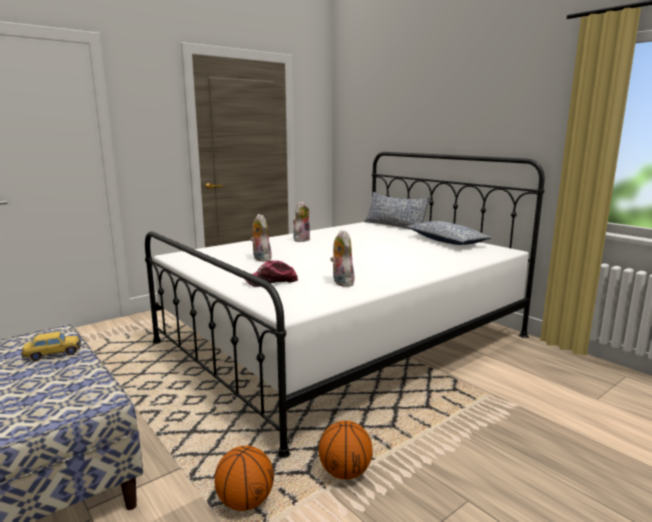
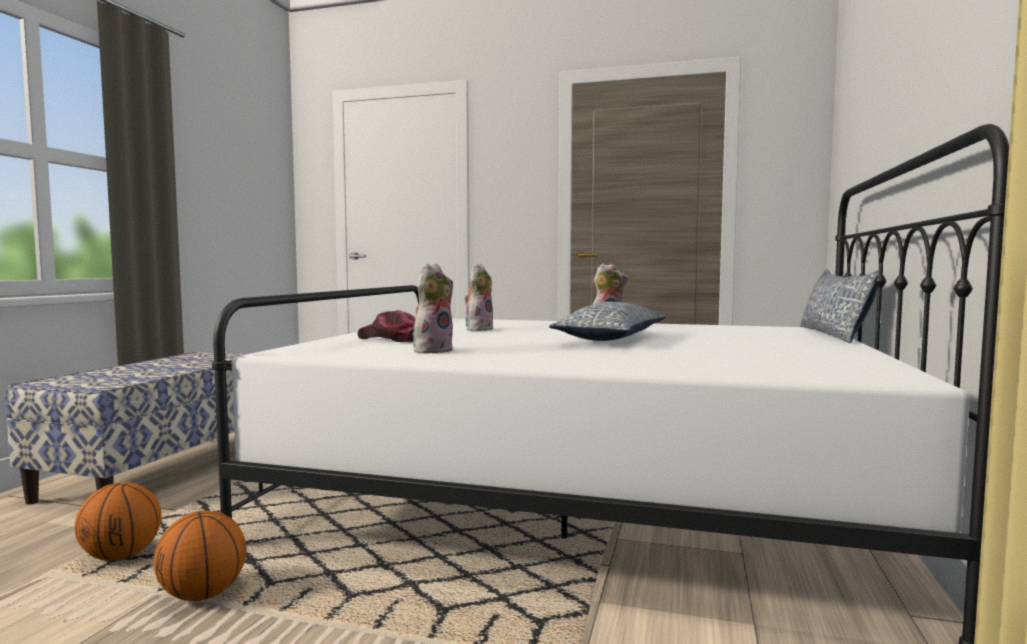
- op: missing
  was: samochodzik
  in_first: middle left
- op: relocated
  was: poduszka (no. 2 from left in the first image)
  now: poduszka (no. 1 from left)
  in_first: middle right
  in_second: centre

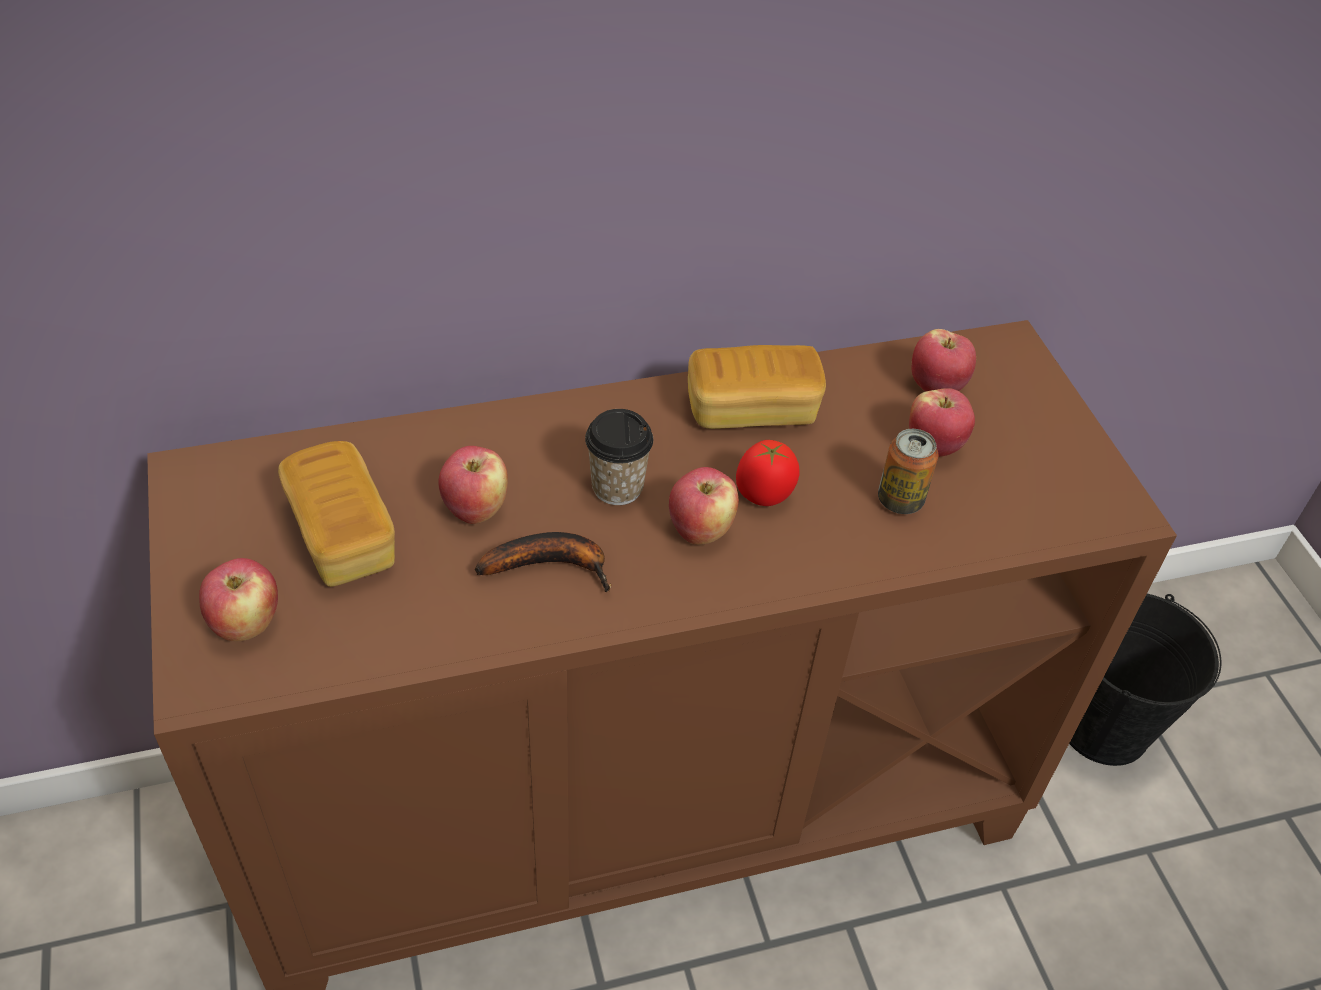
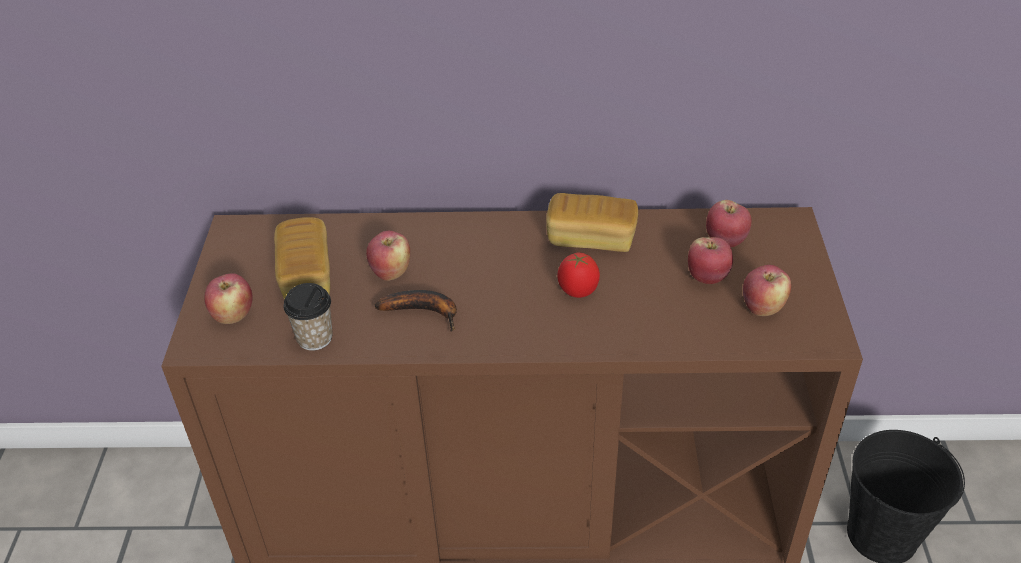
- op: missing
  was: puszka
  in_first: middle right
- op: relocated
  was: filiżanka
  in_first: centre
  in_second: middle left
- op: relocated
  was: jabłko (no. 3 from left in the first image)
  now: jabłko (no. 5 from left)
  in_first: centre
  in_second: middle right

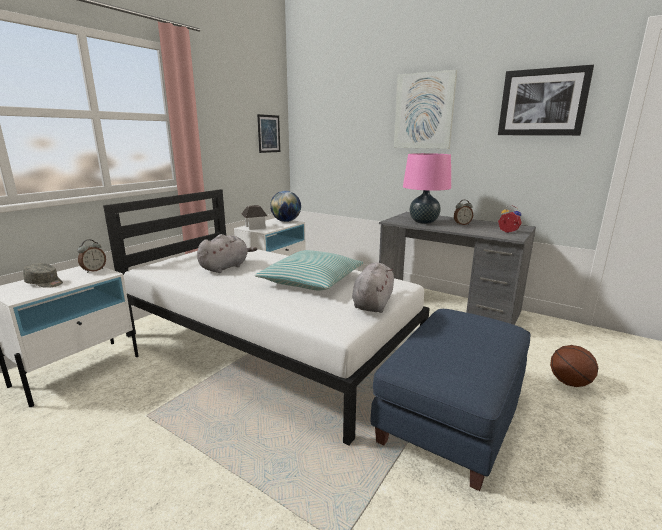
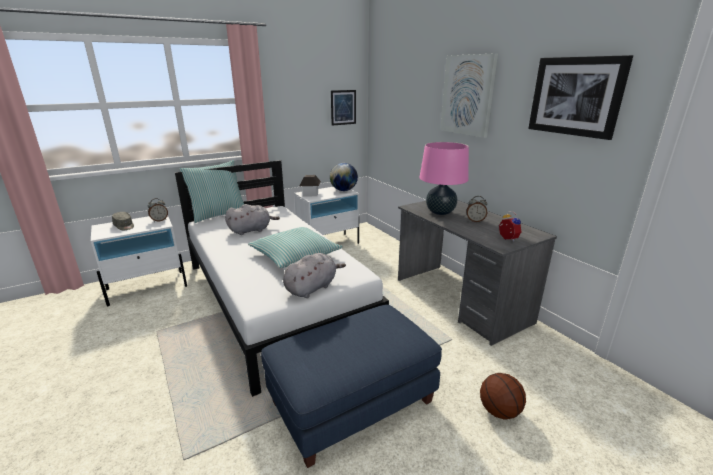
- op: appeared
  now: poduszka (no. 1 from left)
  in_second: middle left

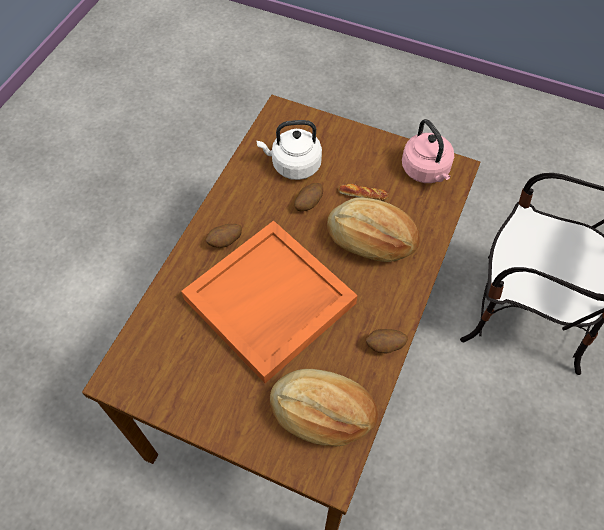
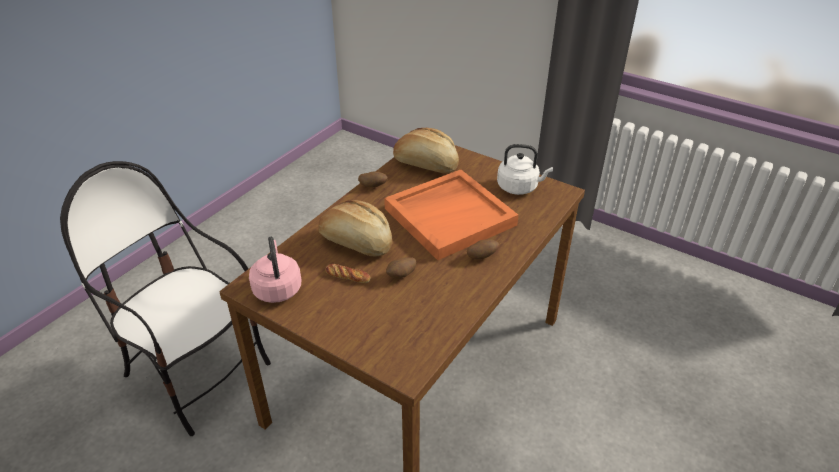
- op: relocated
  was: czajnik (biały)
  in_first: top centre
  in_second: centre

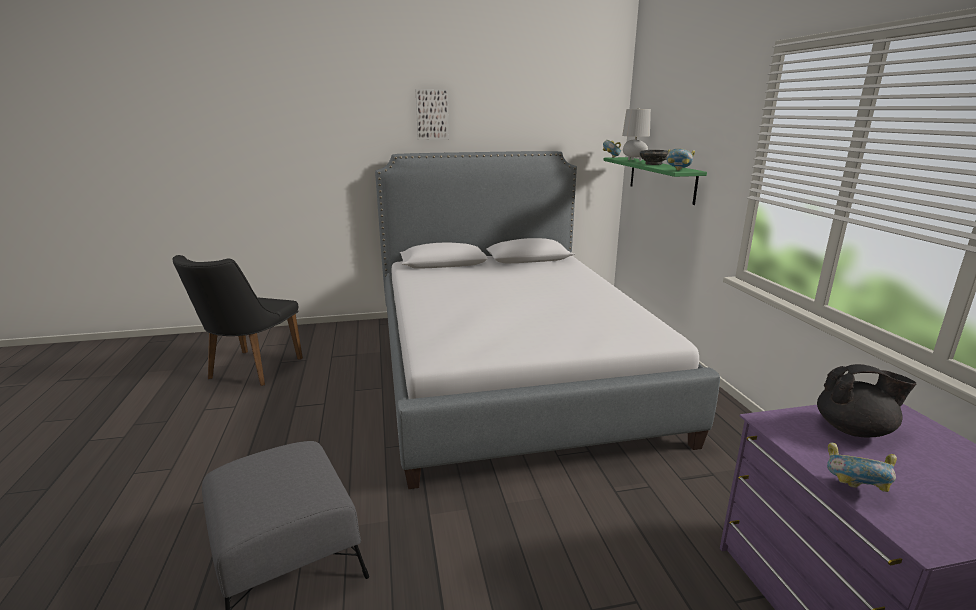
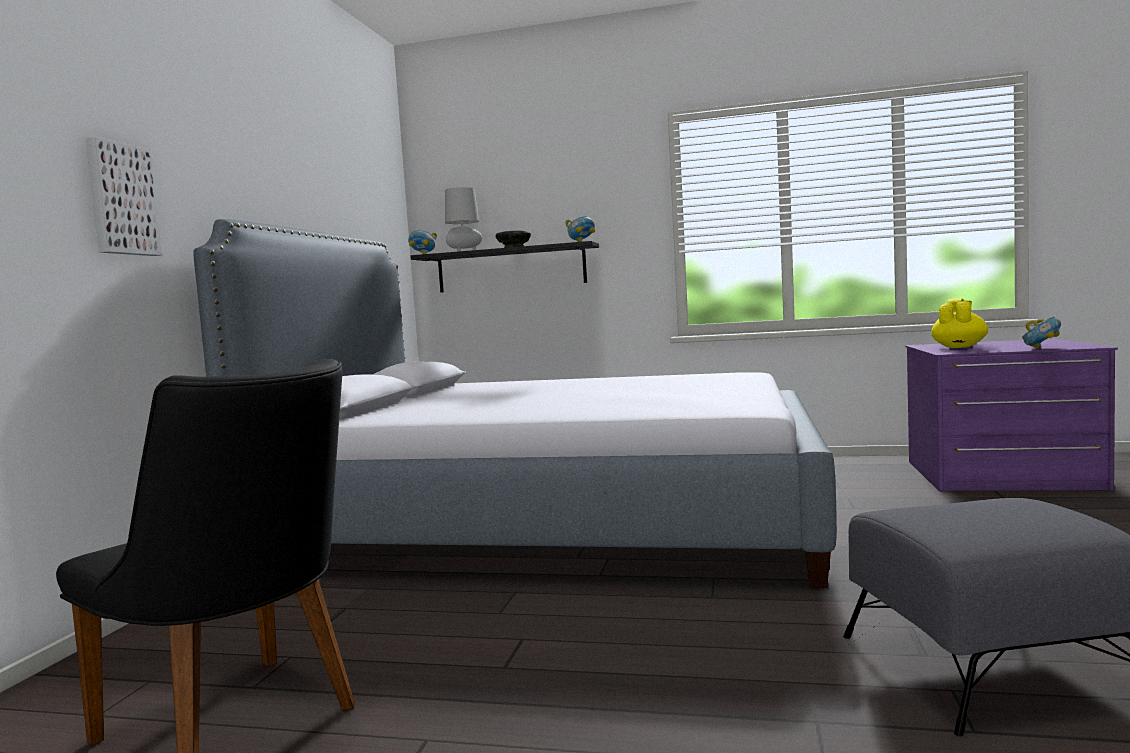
- op: relocated
  was: obraz
  in_first: top centre
  in_second: top left
- op: colour
  was: półka (zielony)
  now: półka (czarny)
  in_first: top right
  in_second: centre
- op: colour
  was: imbryk (czarny)
  now: imbryk (żółty)
  in_first: middle right
  in_second: middle right

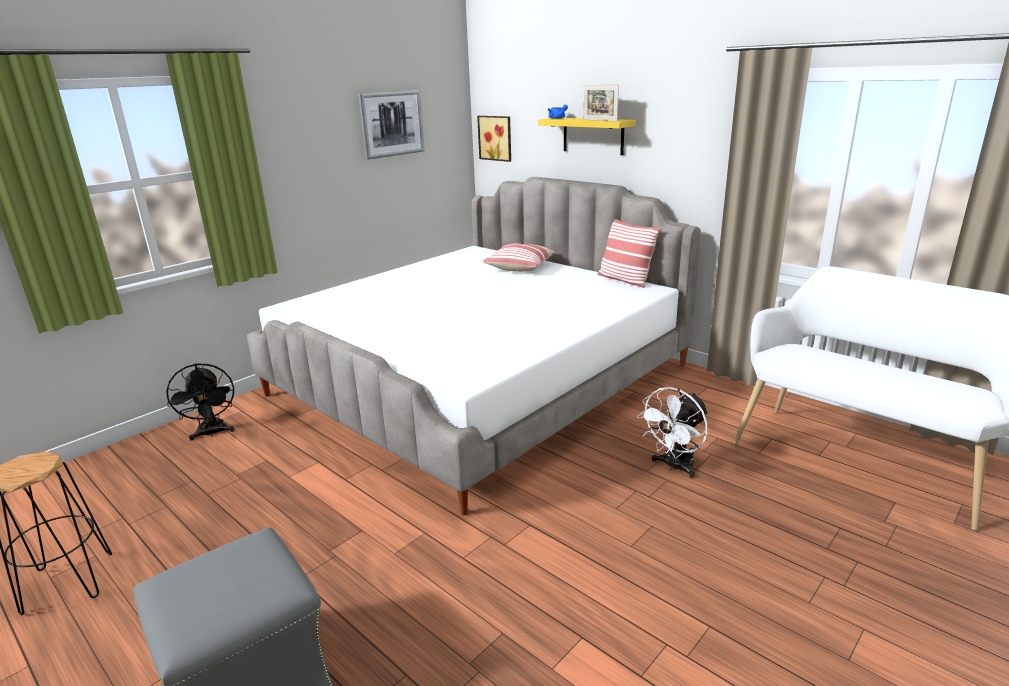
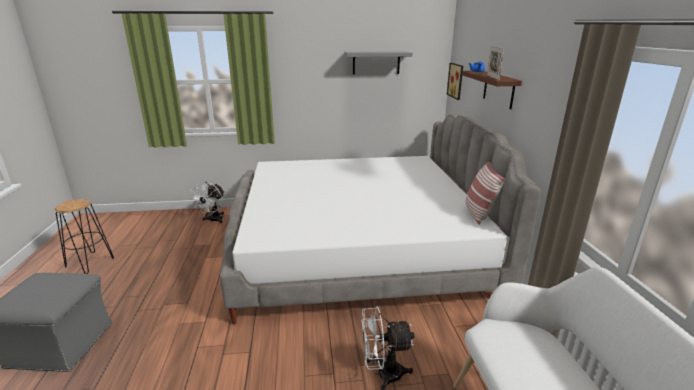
- op: missing
  was: poduszka (no. 1 from left)
  in_first: centre
- op: exchanged
  was: obraz (no. 1 from left)
  now: półka (szary)
  in_first: top centre
  in_second: top centre
- op: colour
  was: wentylator (czarny)
  now: wentylator (biały) (no. 1 from left)
  in_first: middle left
  in_second: middle left
- op: colour
  was: półka (żółty)
  now: półka (brązowy)
  in_first: top centre
  in_second: top right

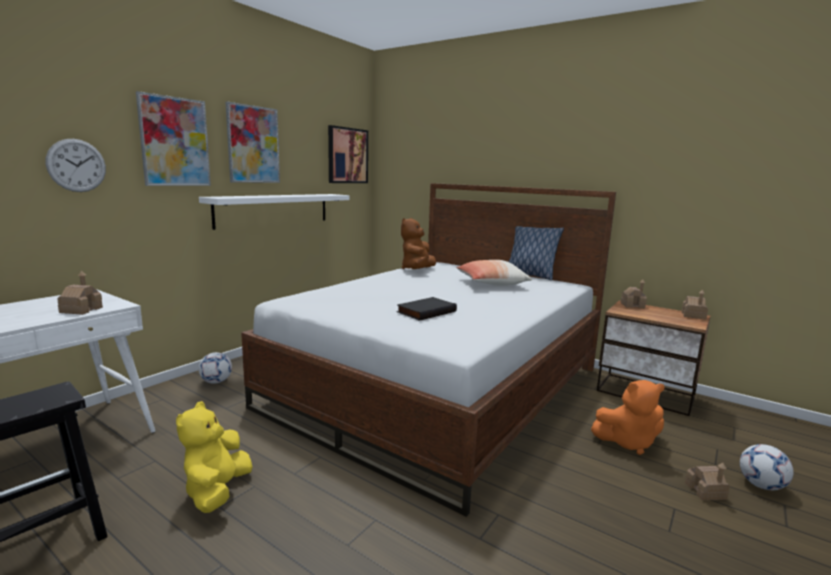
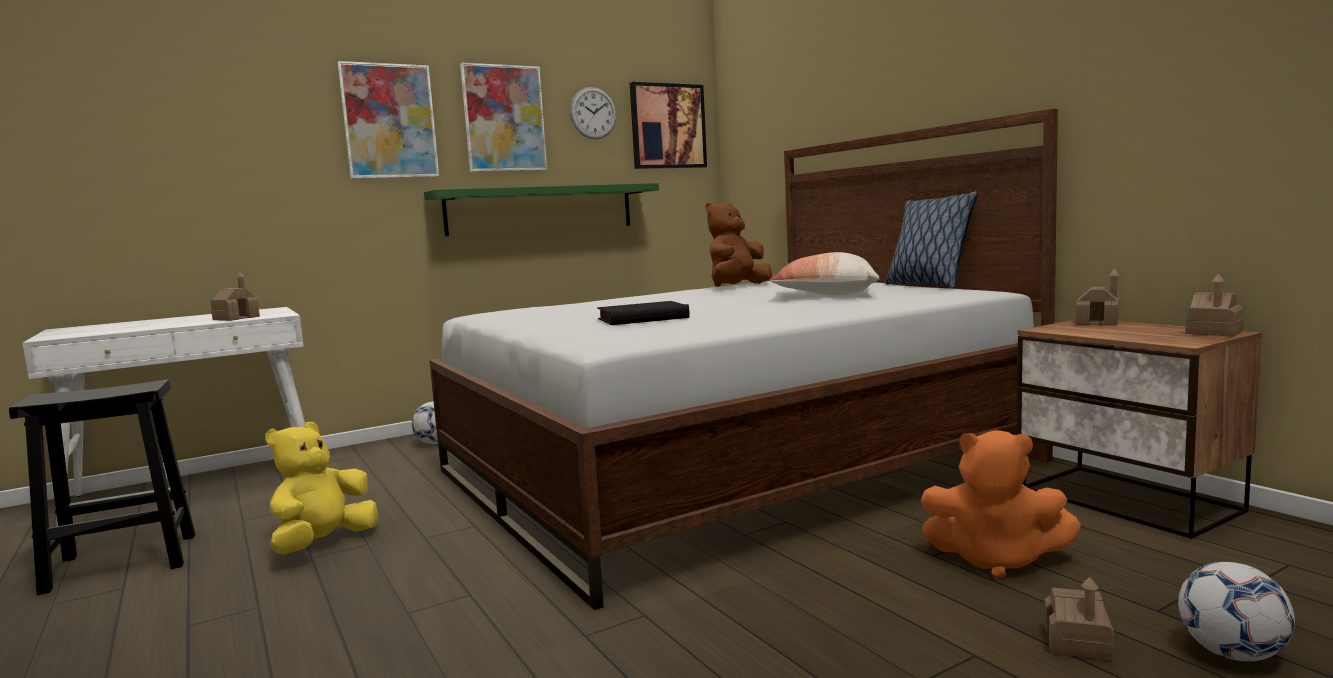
- op: relocated
  was: zegar ścienny
  in_first: top left
  in_second: top centre
- op: colour
  was: półka (biały)
  now: półka (zielony)
  in_first: middle left
  in_second: top centre

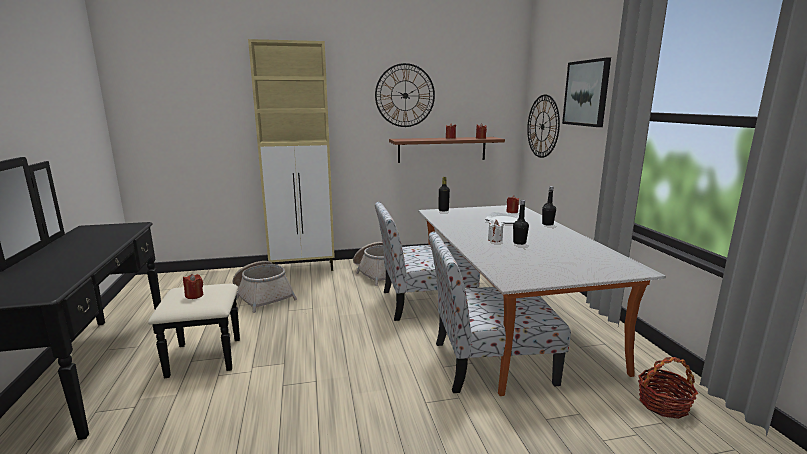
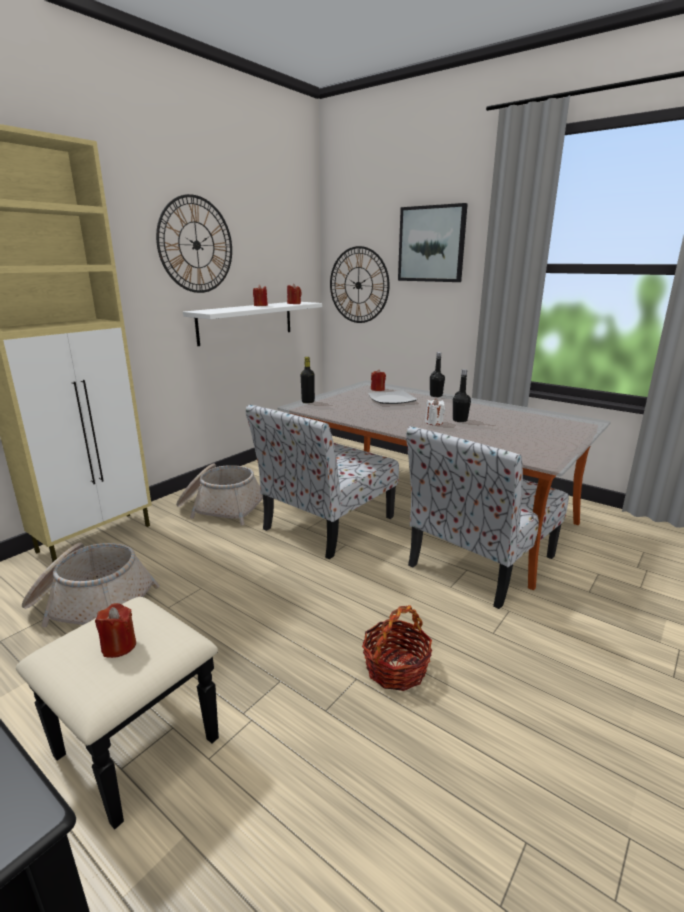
- op: relocated
  was: koszyk (no. 3 from left)
  in_first: bottom right
  in_second: bottom centre
- op: colour
  was: półka (brązowy)
  now: półka (biały)
  in_first: top centre
  in_second: centre

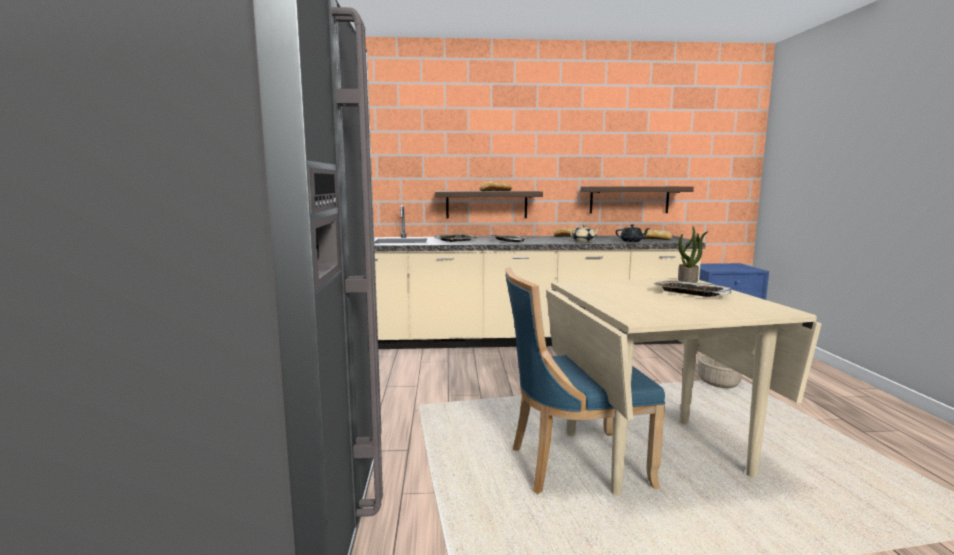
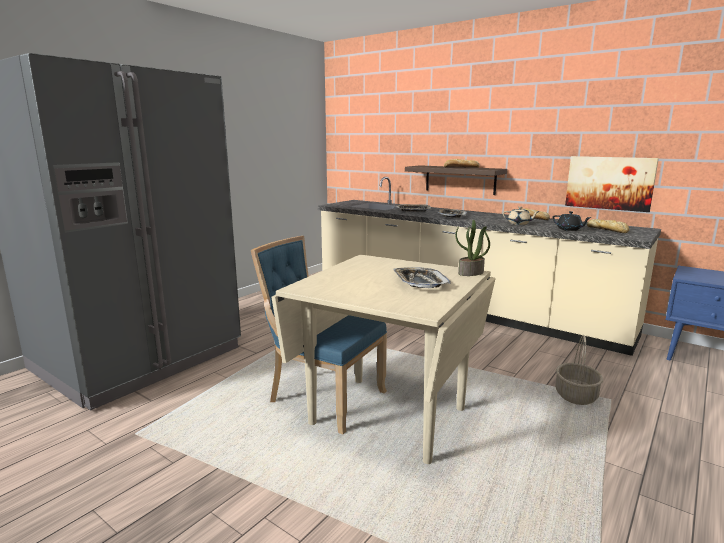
- op: exchanged
  was: półka (no. 2 from left)
  now: obraz
  in_first: middle right
  in_second: middle right

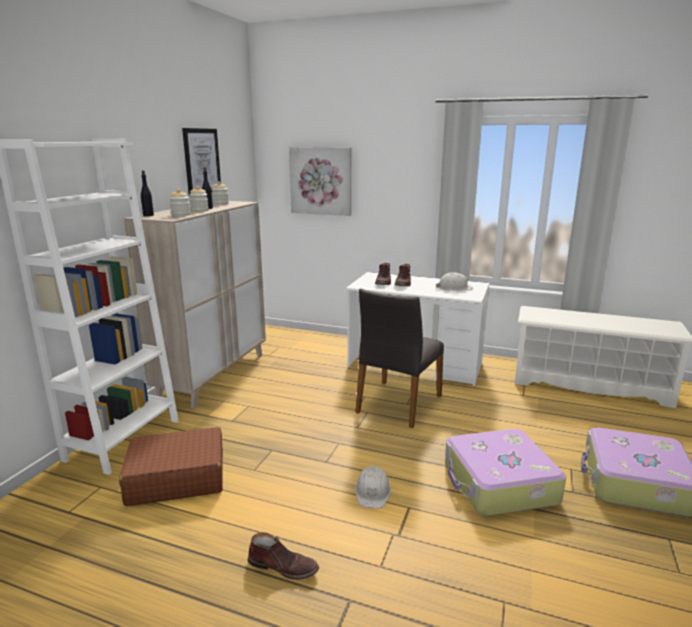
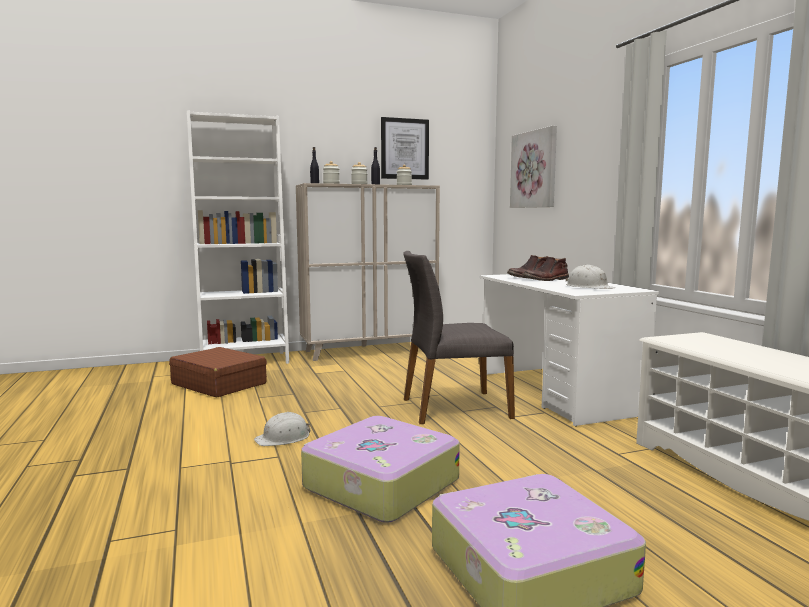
- op: missing
  was: but z cholewką (brązowy) (no. 1 from left)
  in_first: bottom centre

